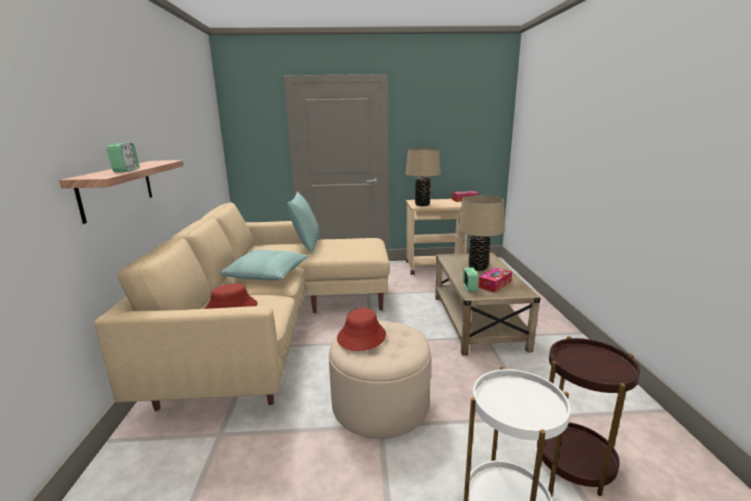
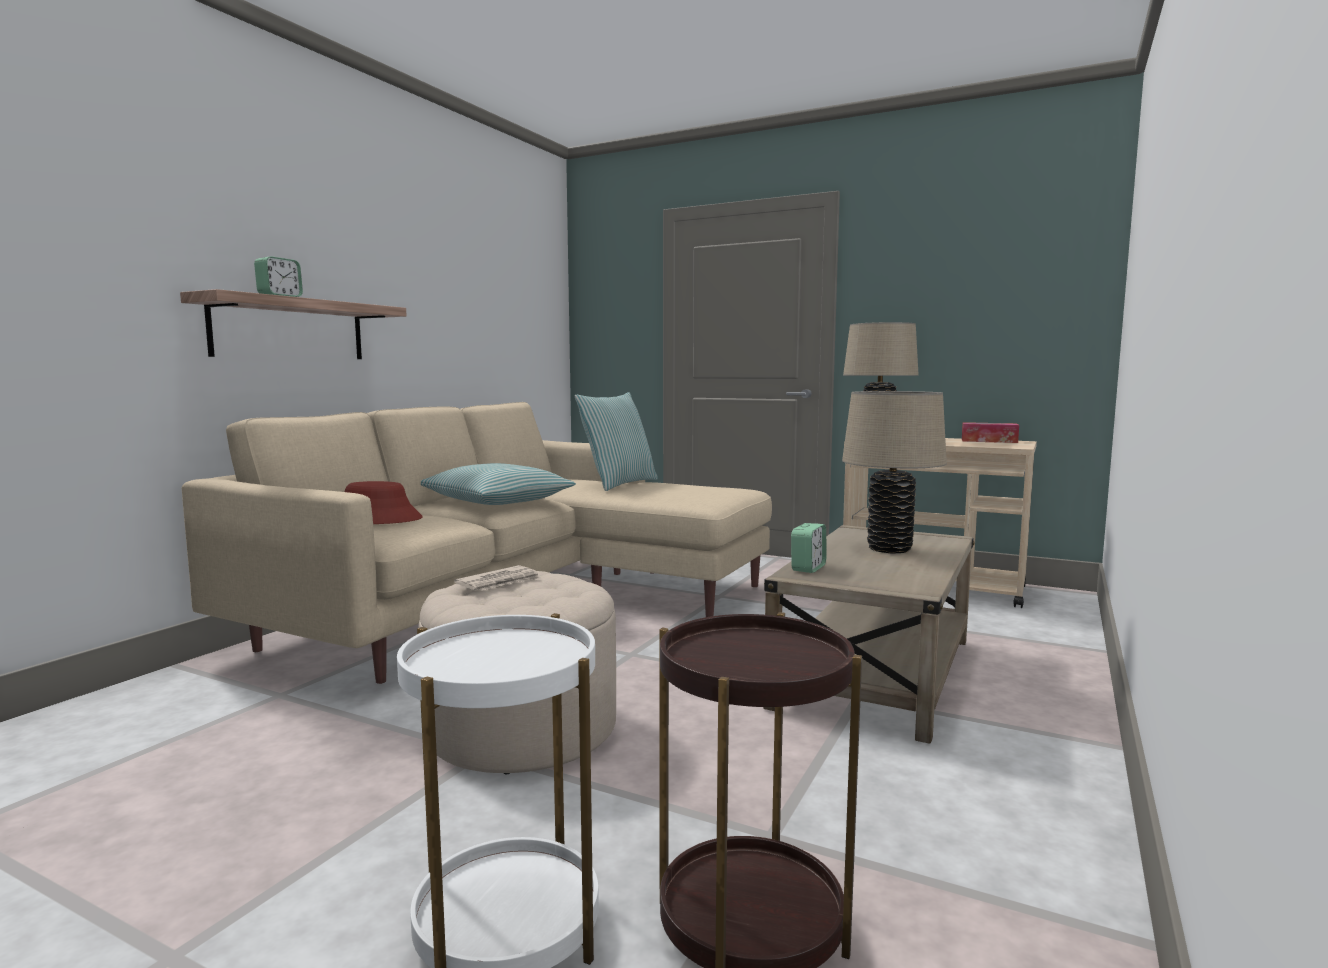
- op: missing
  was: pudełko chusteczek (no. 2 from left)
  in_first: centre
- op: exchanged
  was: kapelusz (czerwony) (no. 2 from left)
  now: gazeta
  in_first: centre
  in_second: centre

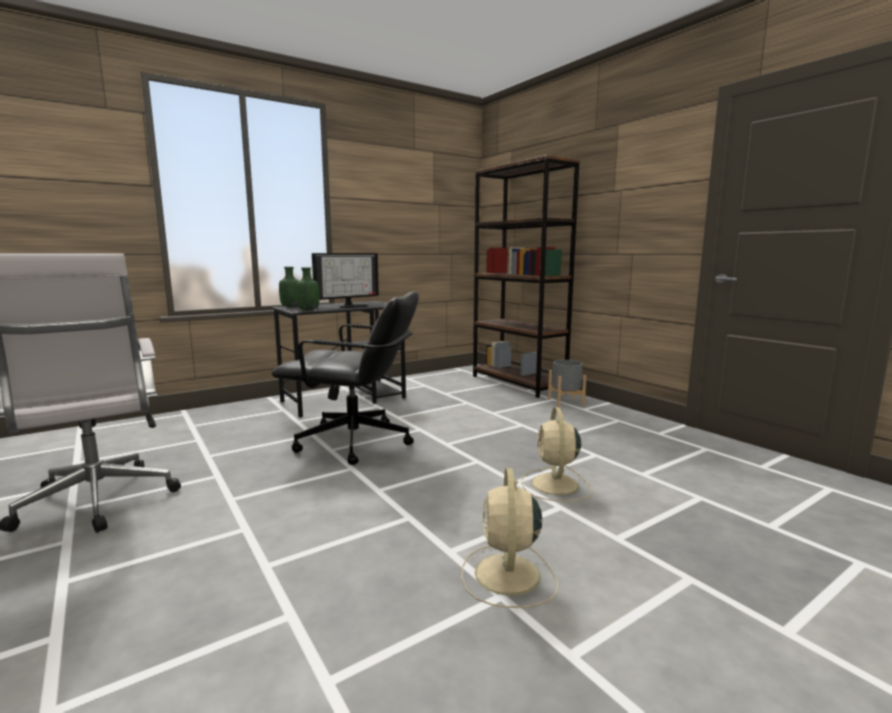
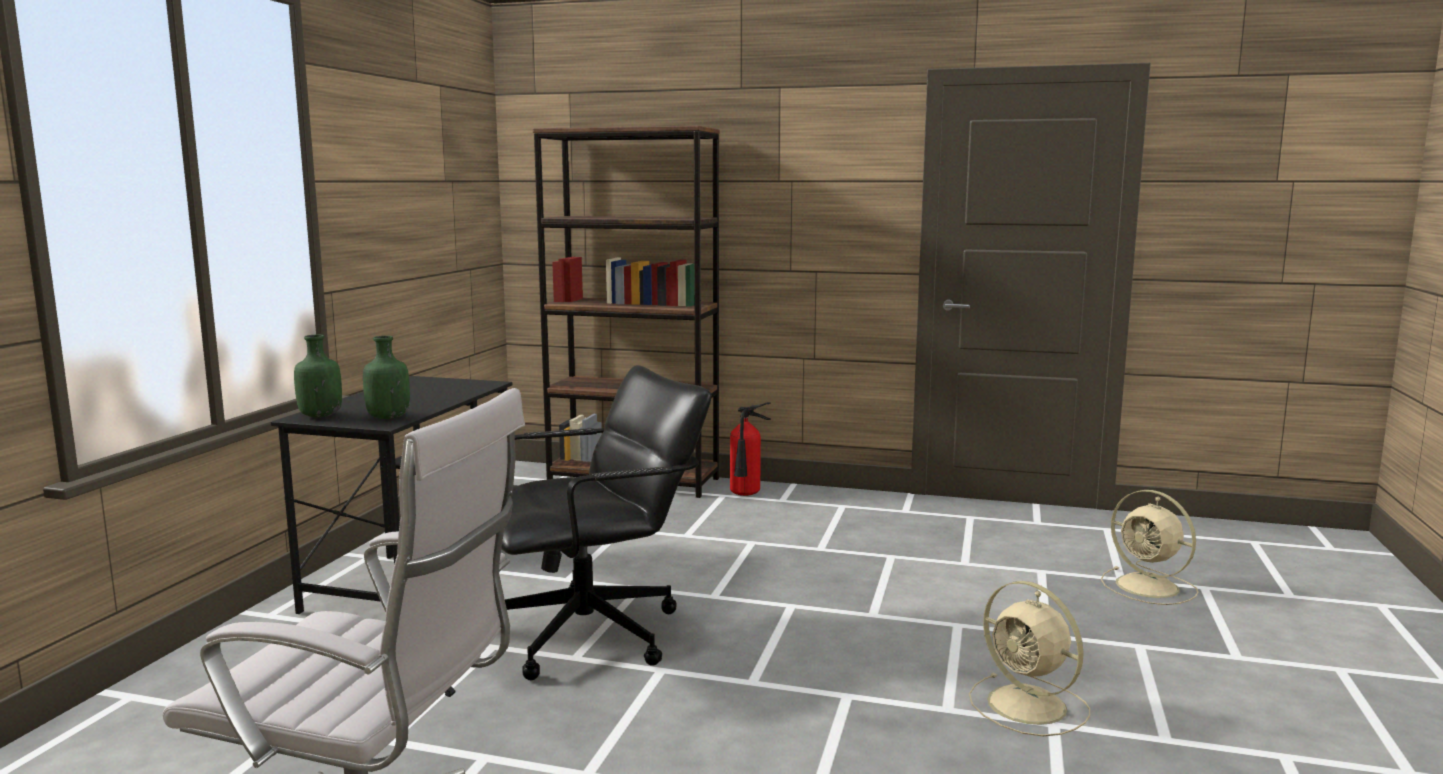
- op: missing
  was: monitor
  in_first: centre
- op: relocated
  was: wentylator (beżowy) (no. 2 from left)
  in_first: centre
  in_second: bottom right
- op: exchanged
  was: donica (szary)
  now: gaśnica
  in_first: centre
  in_second: centre

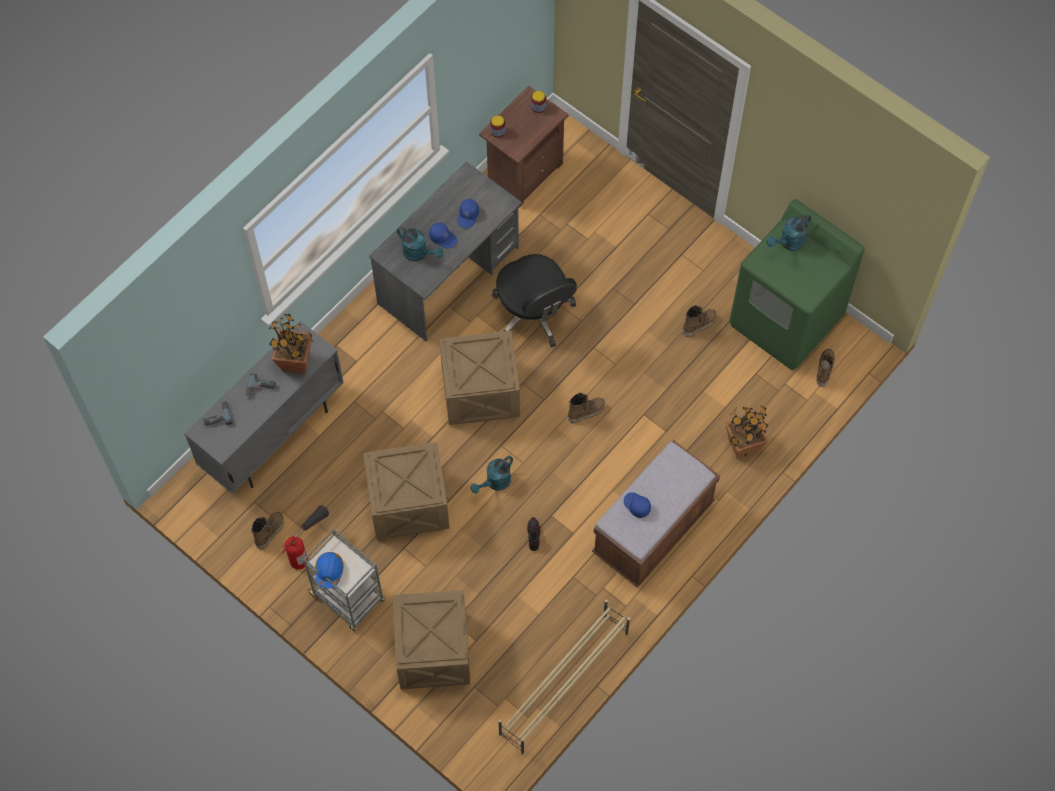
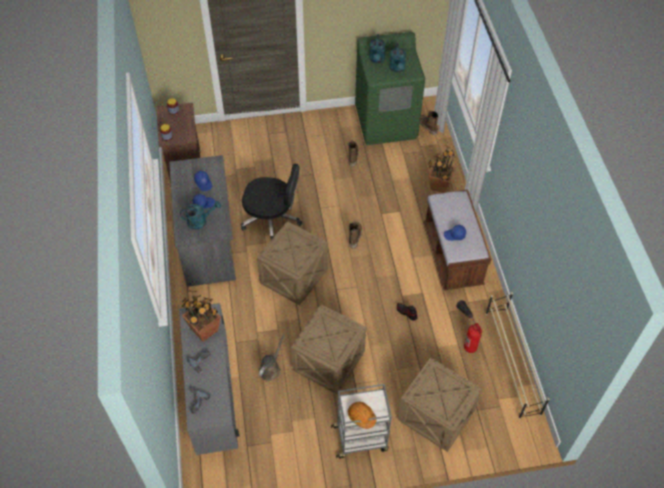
- op: missing
  was: but z cholewką (no. 1 from left)
  in_first: bottom left
- op: appeared
  now: konewka (brązowy)
  in_second: bottom centre
- op: relocated
  was: gaśnica
  in_first: bottom left
  in_second: bottom right
- op: relocated
  was: konewka (turkusowy) (no. 2 from left in the first image)
  now: konewka (turkusowy) (no. 3 from left)
  in_first: centre
  in_second: top centre
- op: colour
  was: kask (niebieski)
  now: kask (pomarańczowy)
  in_first: bottom left
  in_second: bottom centre

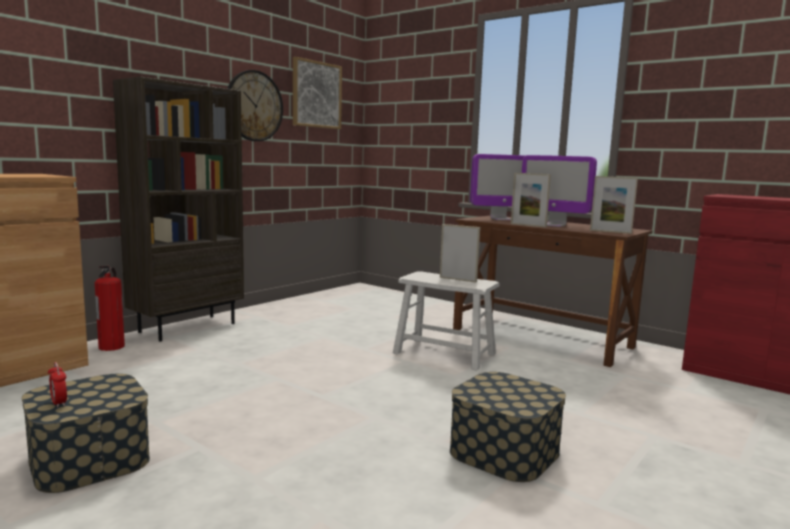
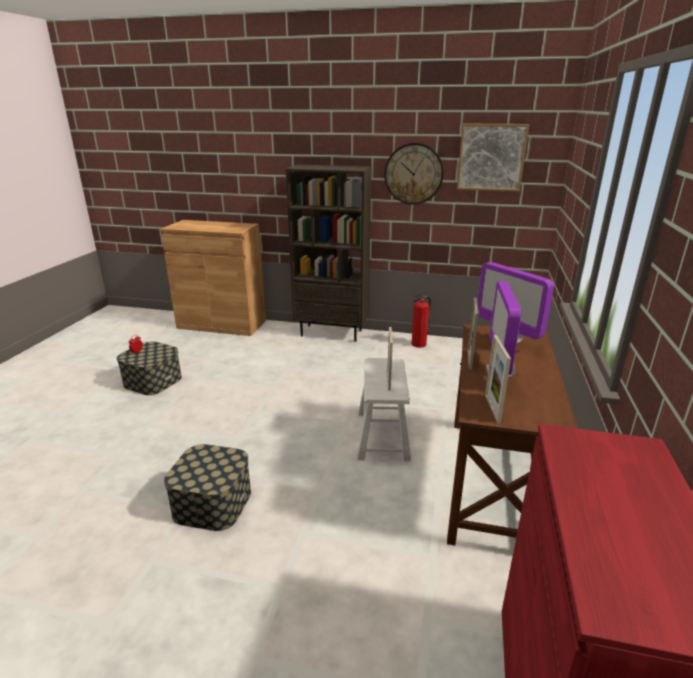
- op: relocated
  was: gaśnica
  in_first: middle left
  in_second: centre

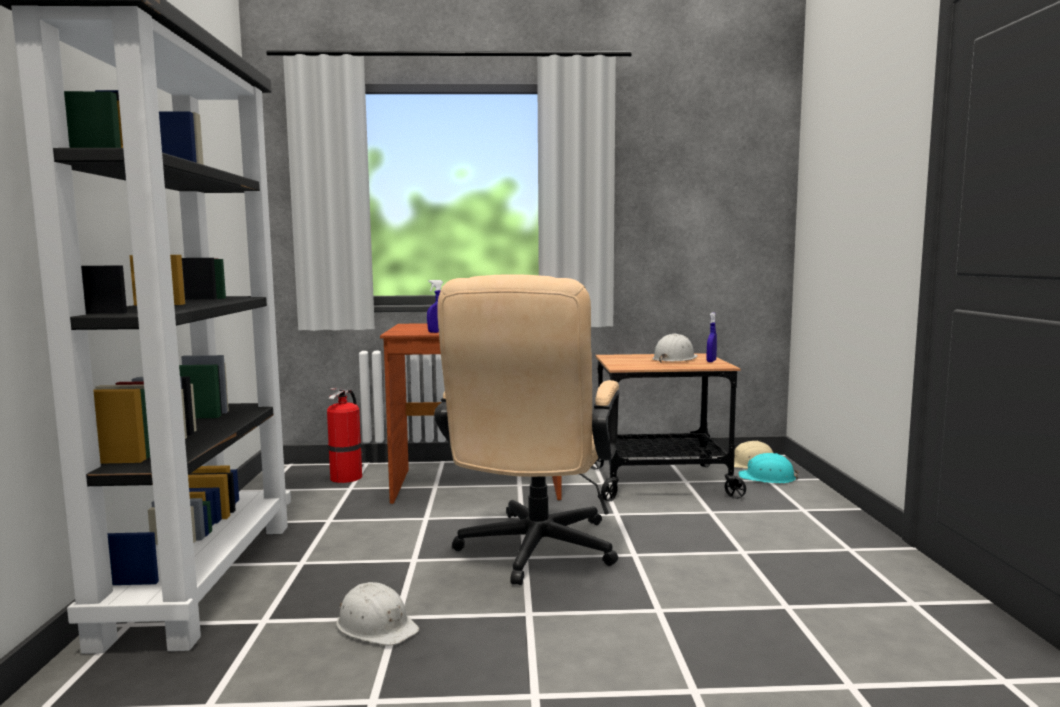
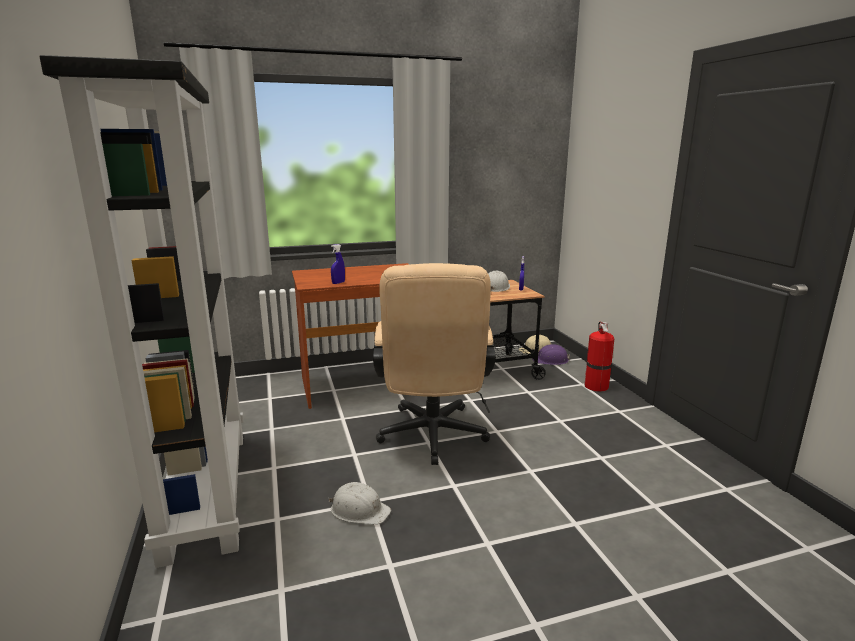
- op: relocated
  was: gaśnica
  in_first: middle left
  in_second: middle right
- op: colour
  was: kask (turkusowy)
  now: kask (fioletowy)
  in_first: middle right
  in_second: centre

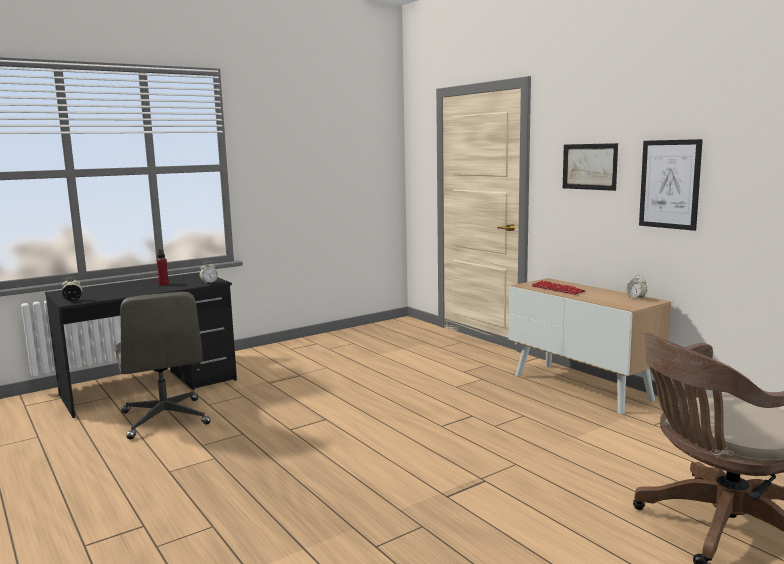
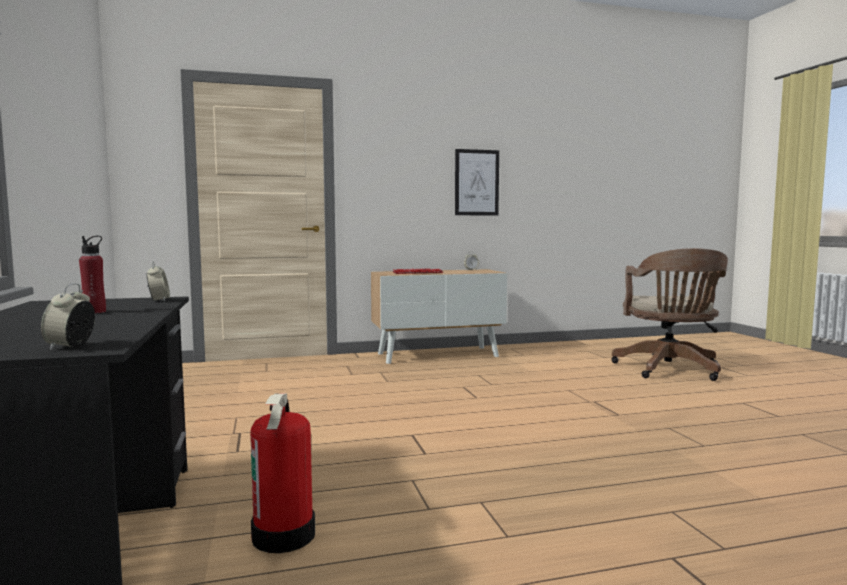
- op: missing
  was: obraz (no. 1 from left)
  in_first: top right
- op: exchanged
  was: krzesło biurowe (szary)
  now: gaśnica
  in_first: middle left
  in_second: bottom left

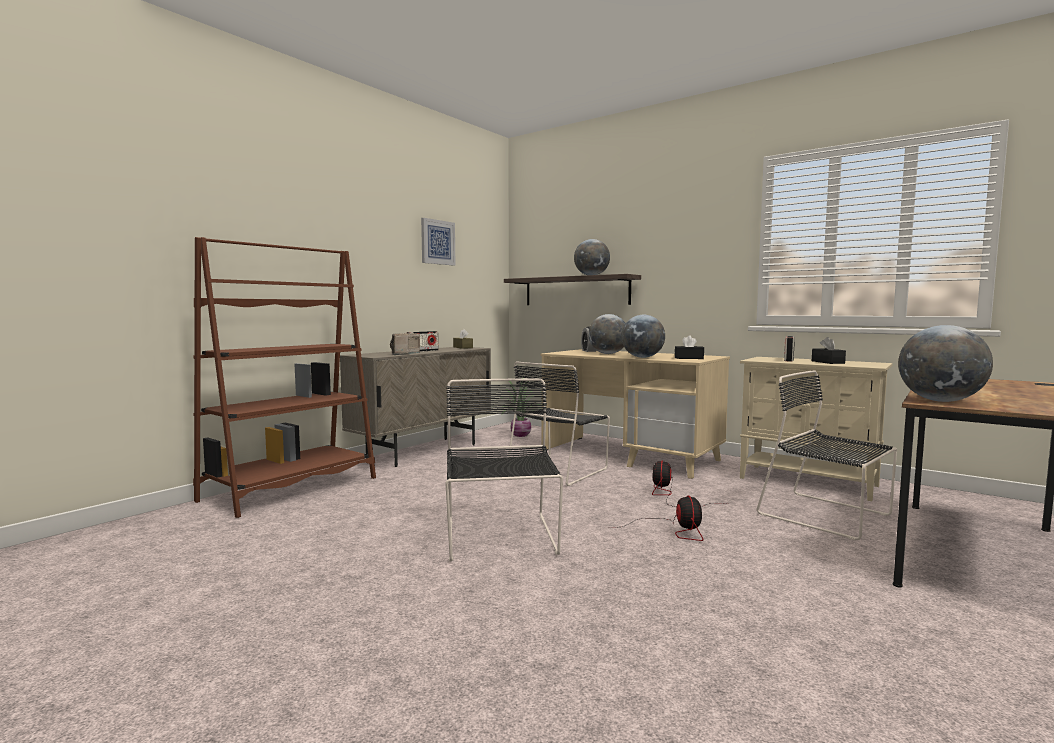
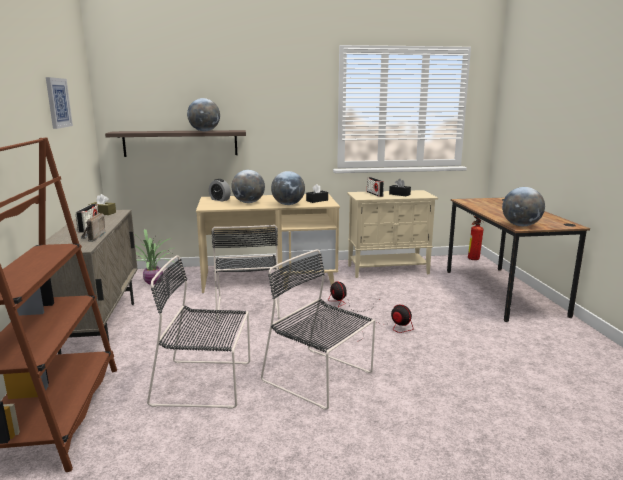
- op: appeared
  now: gaśnica
  in_second: middle right
- op: relocated
  was: krzesło (czarny) (no. 3 from left in the first image)
  now: krzesło (czarny) (no. 1 from left)
  in_first: middle right
  in_second: bottom left

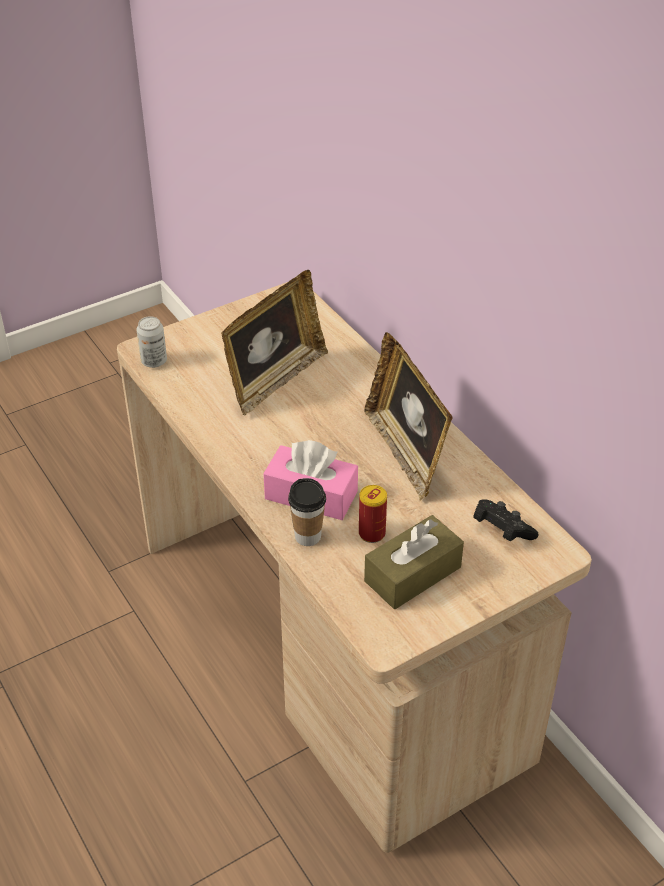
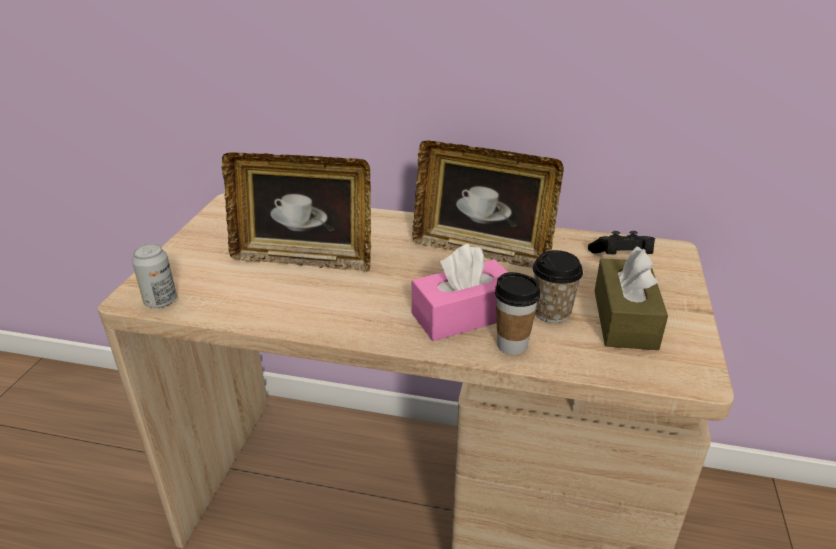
- op: exchanged
  was: puszka (no. 2 from left)
  now: filiżanka (no. 2 from left)
  in_first: centre
  in_second: middle right
- op: spun
  was: ramka na zdjęcie (no. 1 from left)
  in_first: centre
  in_second: centre
  clockwise: 105

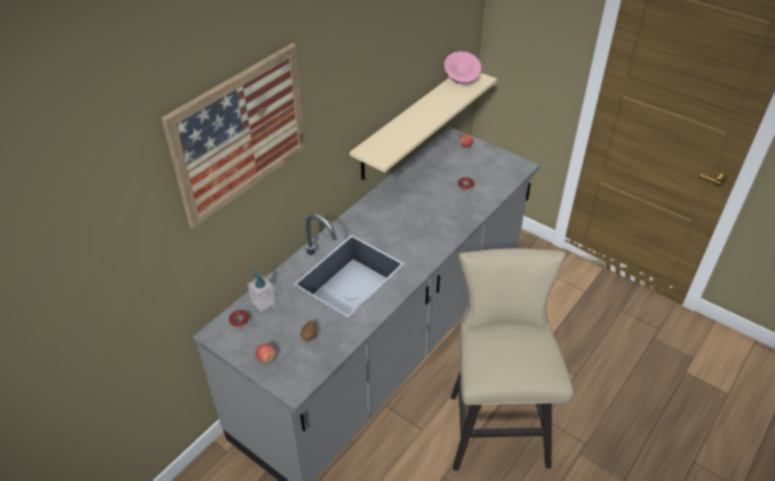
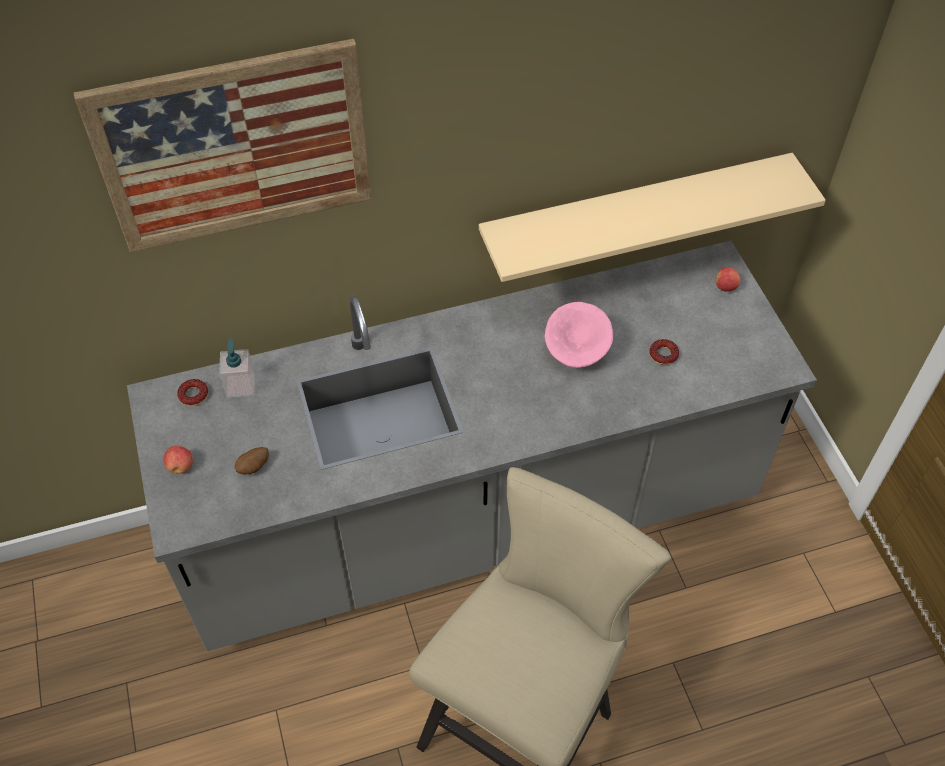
- op: relocated
  was: miska (różowy)
  in_first: top centre
  in_second: centre

